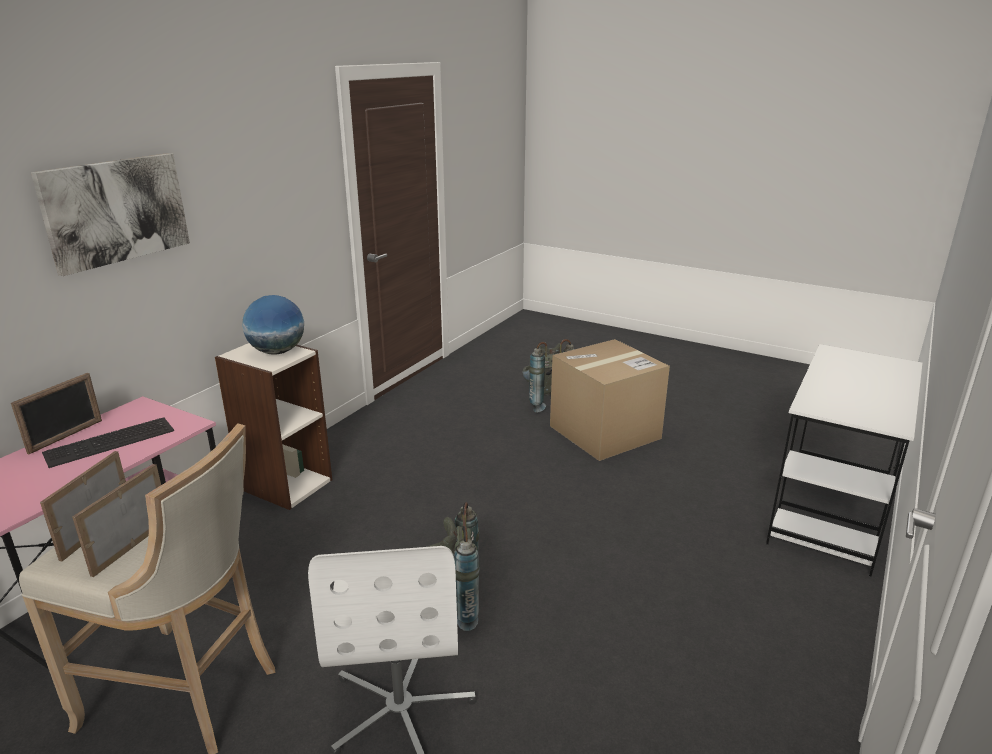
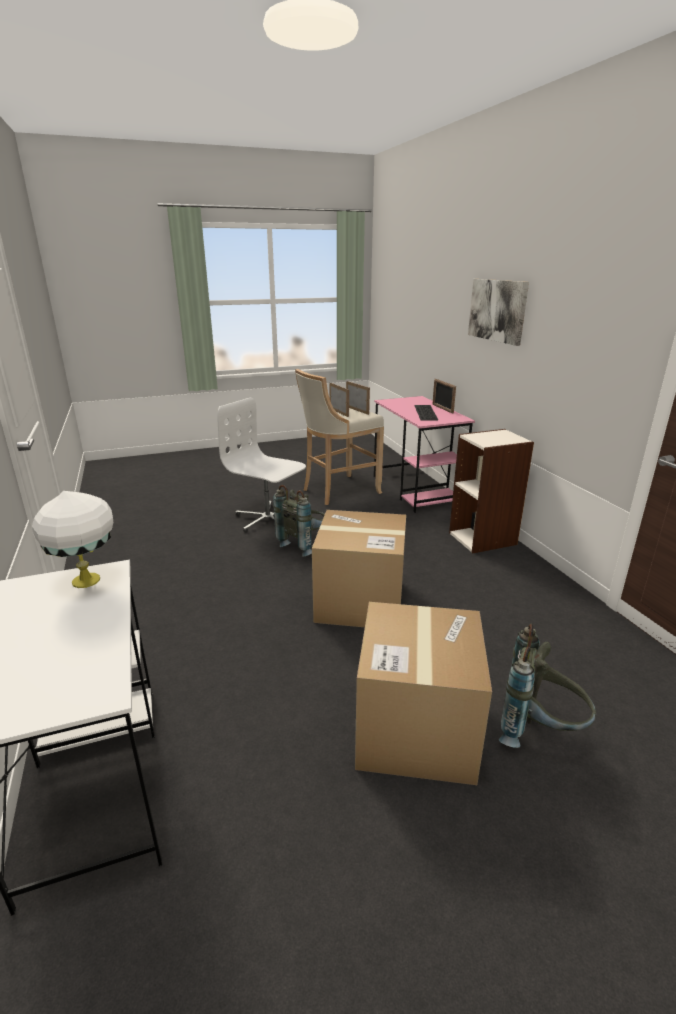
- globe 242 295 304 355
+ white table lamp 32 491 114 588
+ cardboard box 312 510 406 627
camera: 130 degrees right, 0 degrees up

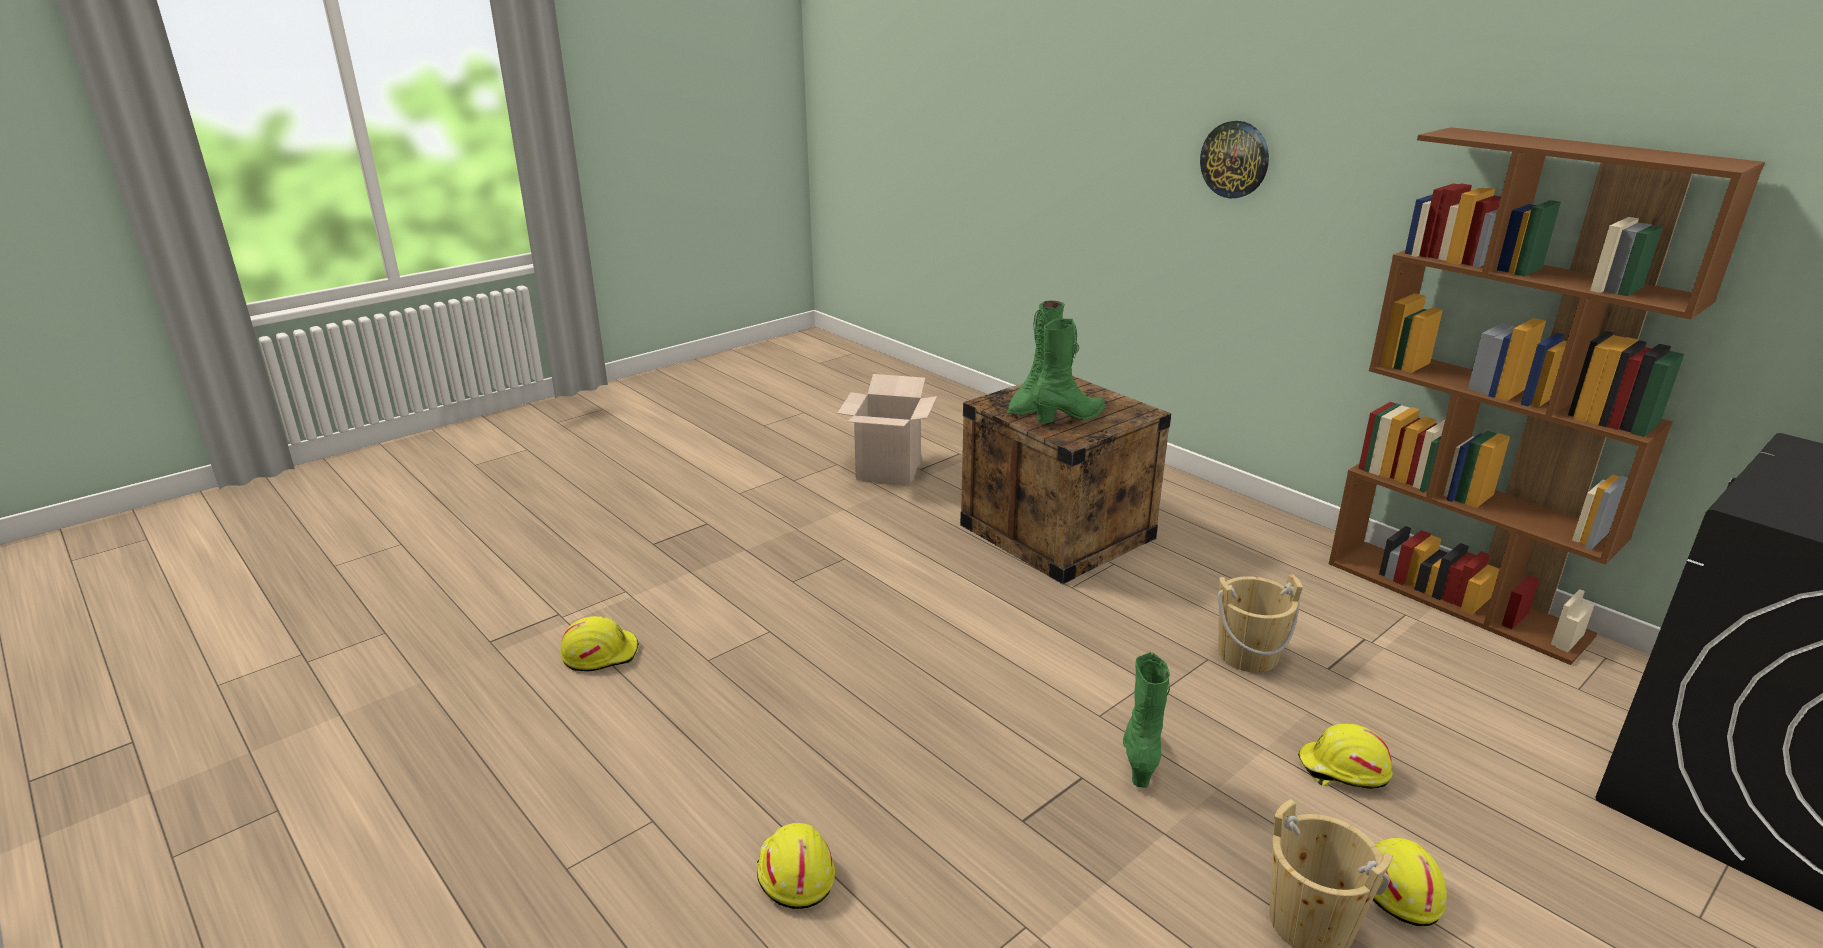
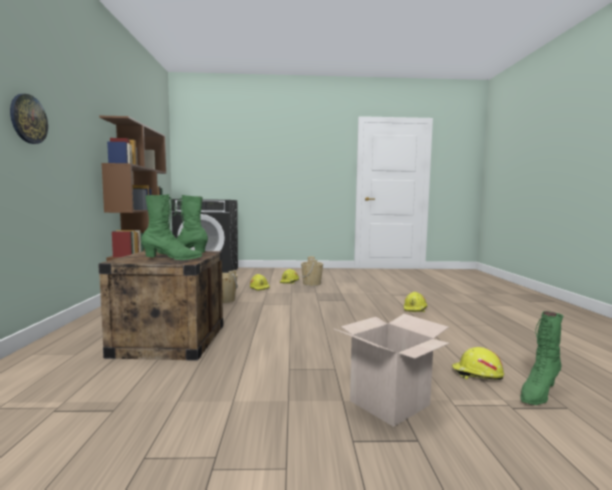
~ cardboard box 837 374 937 485 to 333 314 449 427
~ greenish high-top boot 1123 651 1170 788 to 520 311 563 405
camera: 140 degrees left, 20 degrees down

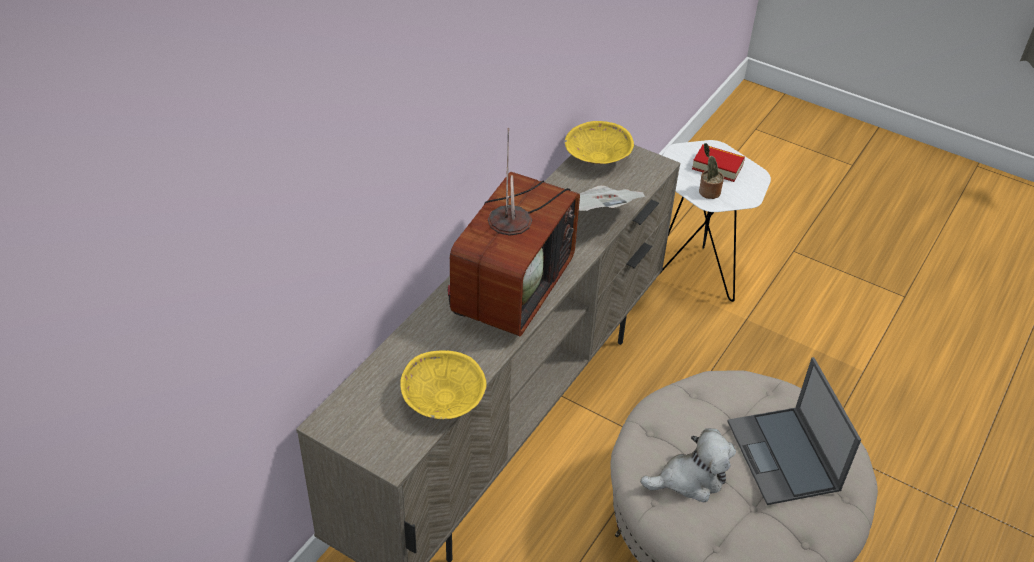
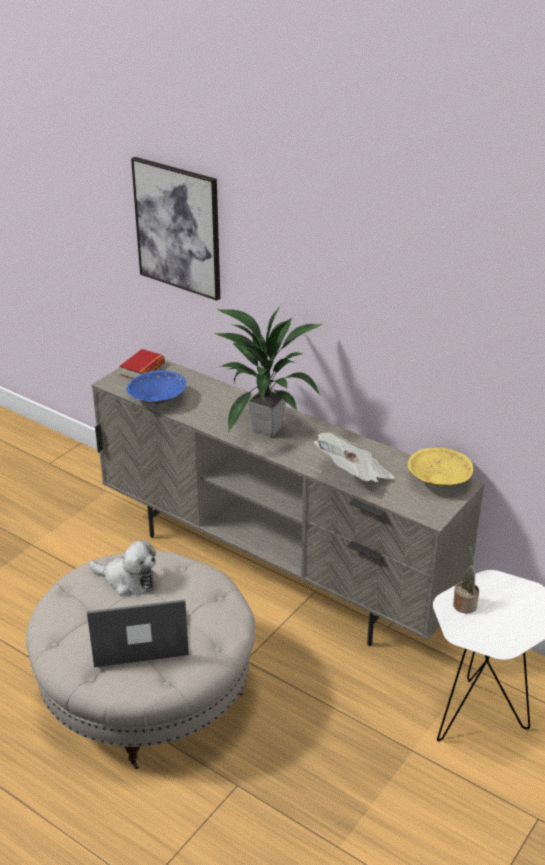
~ yellow bowl 400 351 487 419 to blue-coloured bowl 127 370 186 404
~ TV set 448 128 580 336 to potted plant 214 306 322 437
~ plush toy 640 428 736 502 = 89 540 157 596 60 degrees counterclockwise
~ book 692 144 745 182 to 119 349 165 379
+ picture 131 157 220 301
camera: 95 degrees right, 10 degrees down

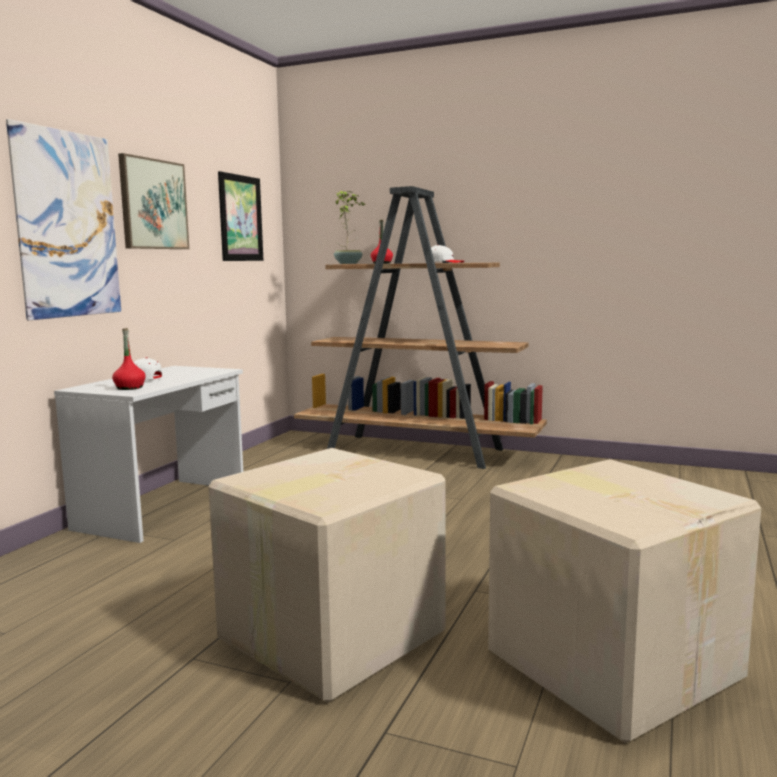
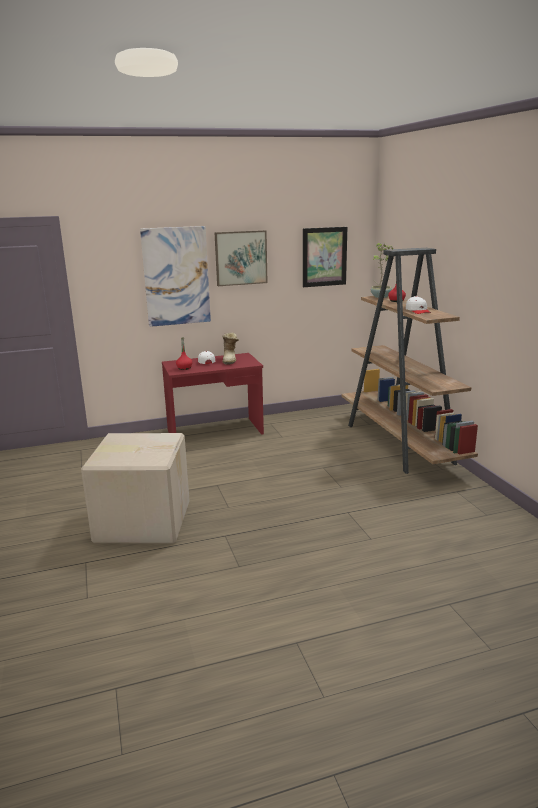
~ white desk table 54 366 243 543 to red-coloured desk table 162 353 264 435
- cardboard box 488 459 761 743
+ high-top boot 222 333 239 365
camera: 50 degrees right, 10 degrees up

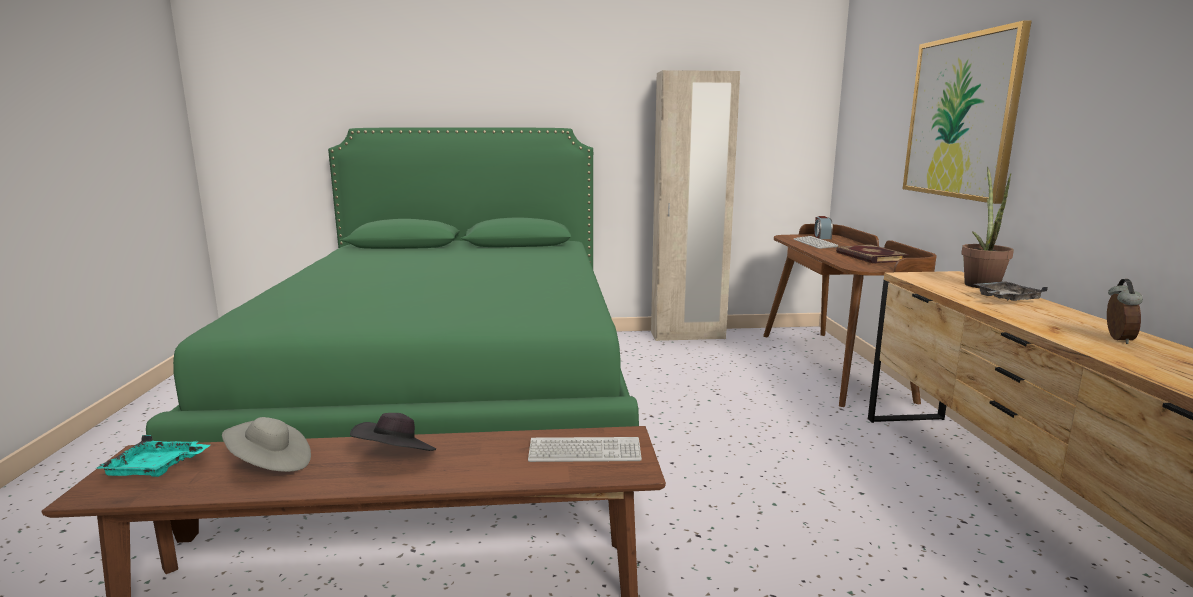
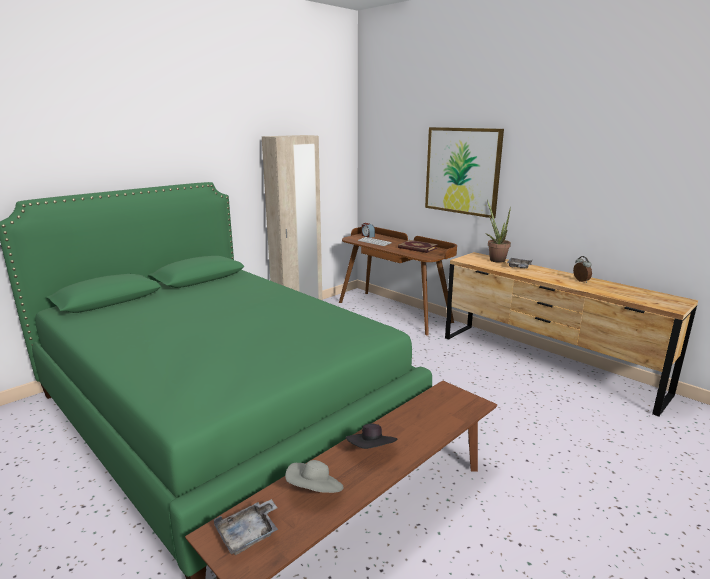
~ turquoise carrying tray 95 435 210 477 to grey carrying tray 214 499 278 555
- PC keyboard 528 437 642 462
camera: 40 degrees left, 5 degrees up

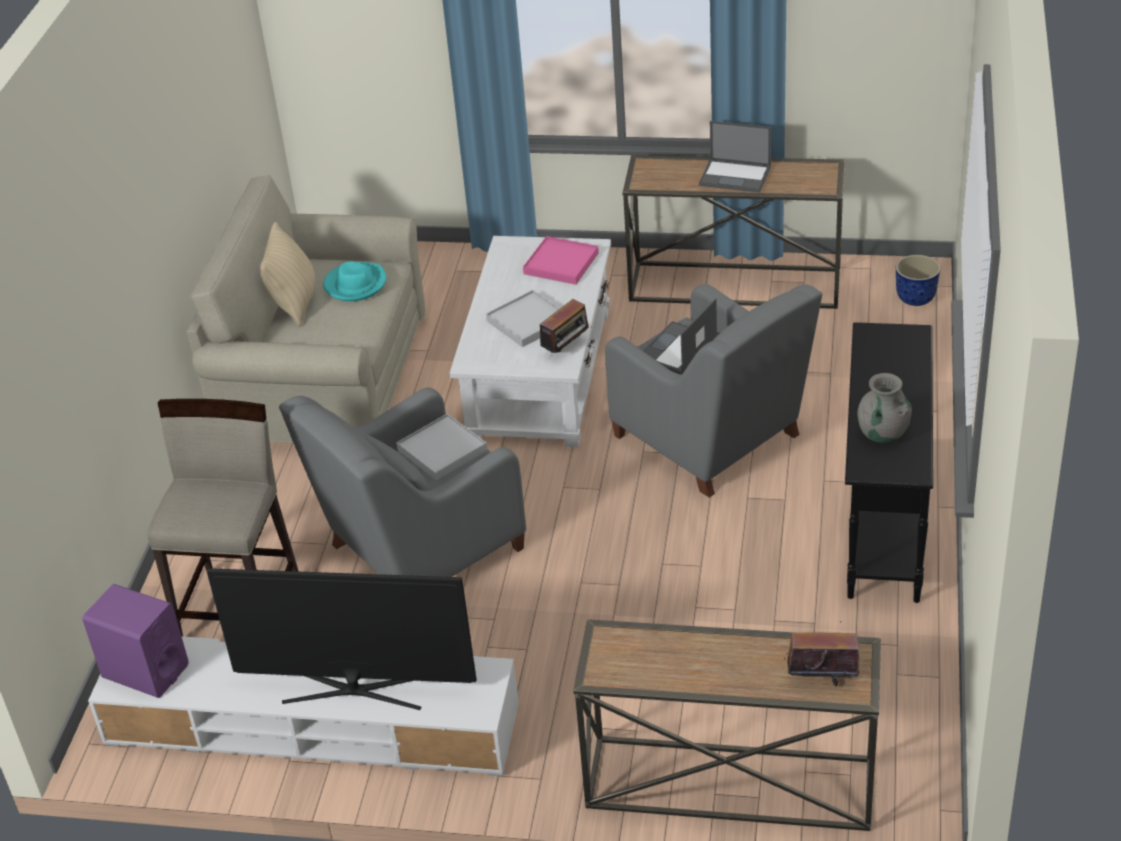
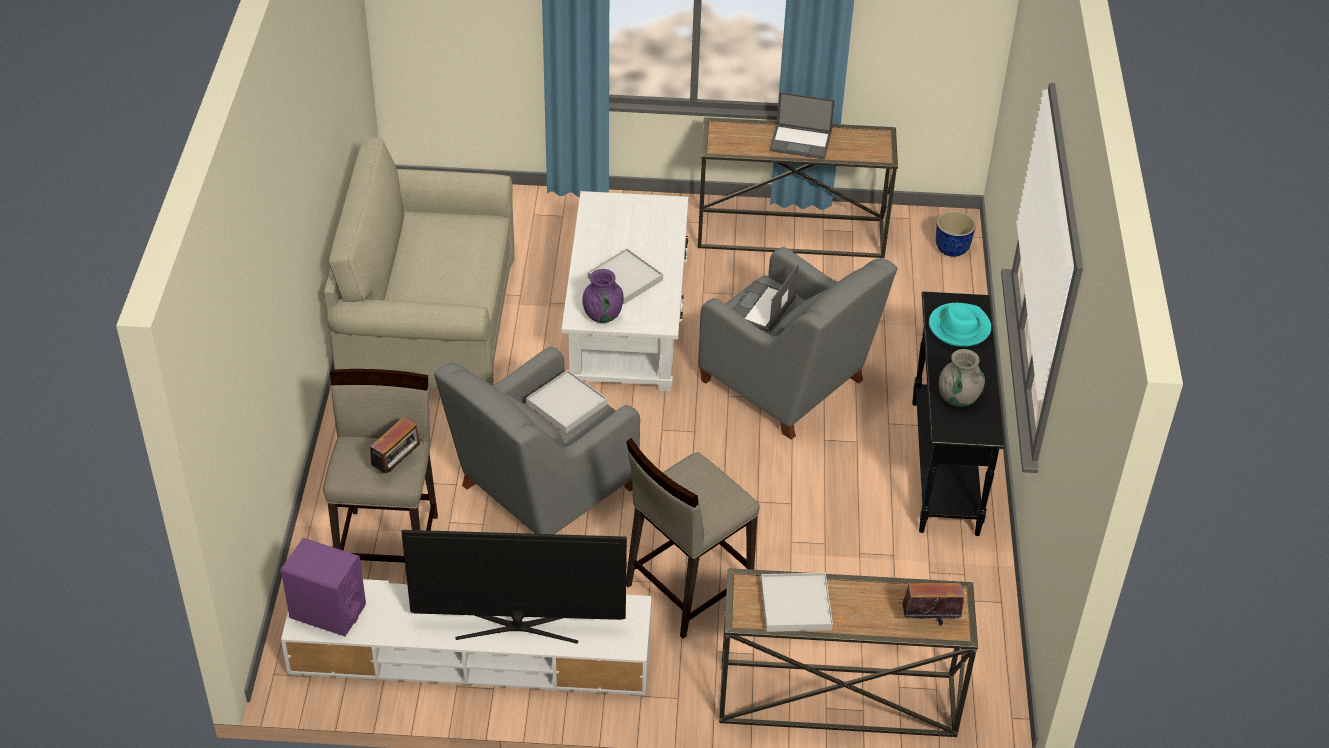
- beige throw pillow 260 222 316 327
~ turquoise hat 323 261 386 302 to 929 303 991 347
- pink carrying tray 523 236 599 285
~ radio receiver 540 299 592 357 to 370 416 421 475
+ purple decorative vase 582 269 624 323
+ beige stool seat 626 438 760 638
+ white carrying tray 761 573 833 632
camera: 10 degrees left, 5 degrees up

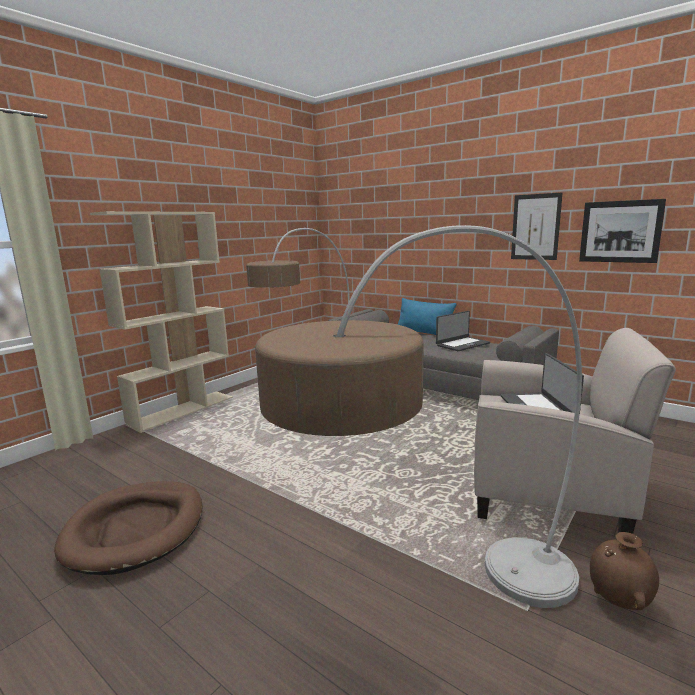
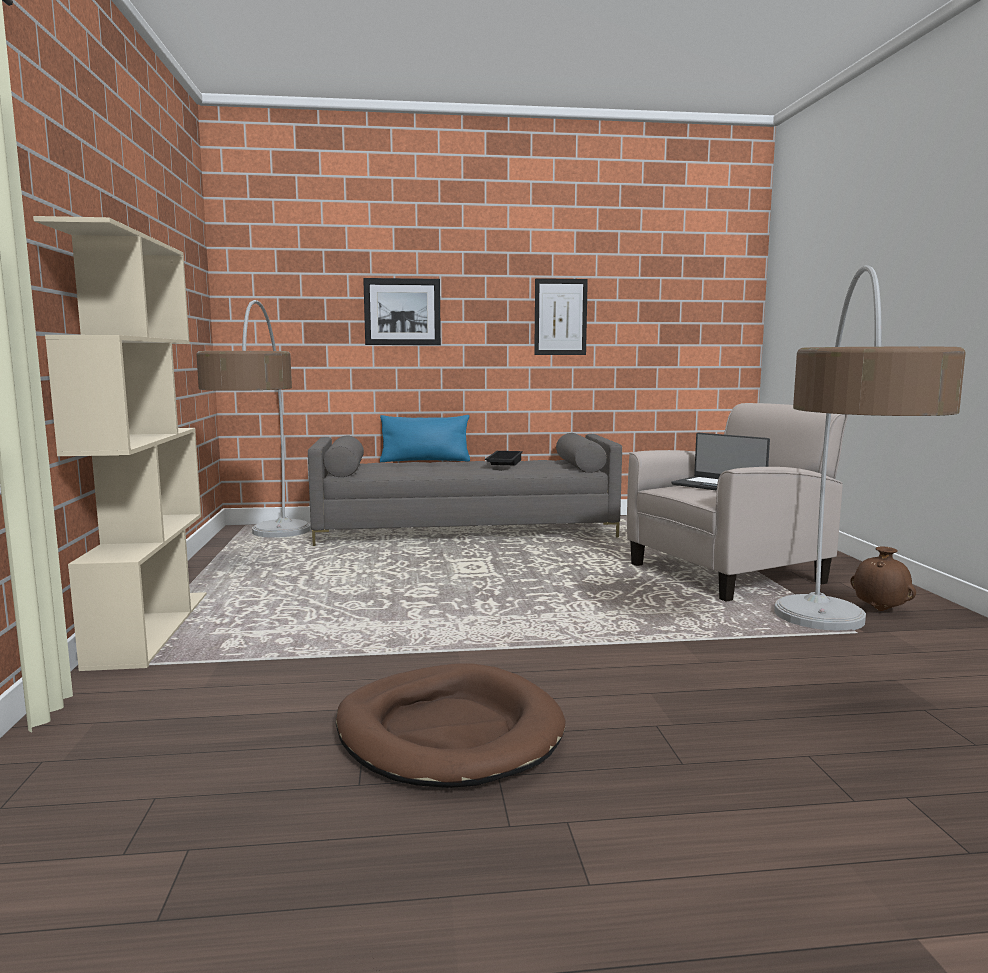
~ notebook computer 436 311 490 351 to black-coloured carrying tray 485 451 523 465
~ picture 579 199 666 263 to 363 278 441 345
camera: 45 degrees left, 5 degrees down

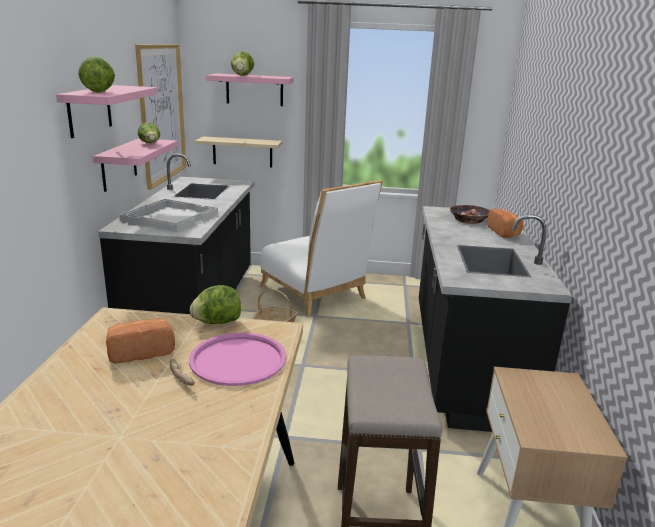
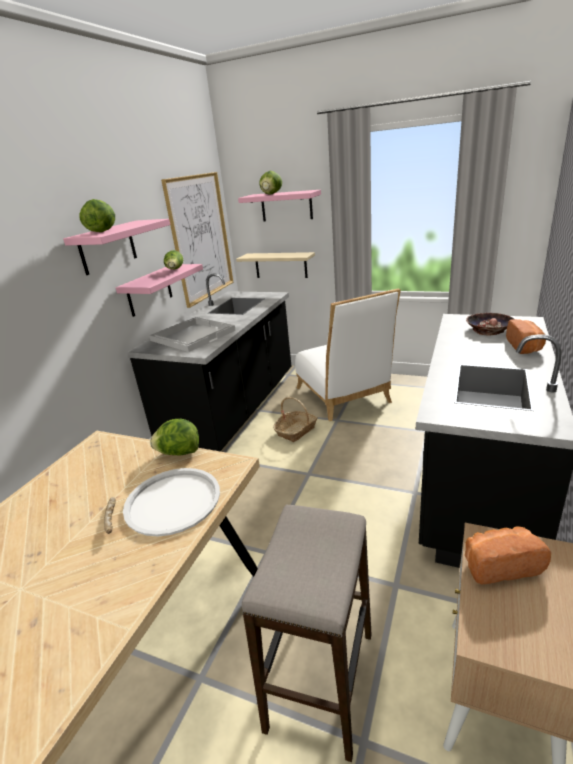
~ bread 106 318 175 364 to 465 526 551 585
~ pink carrying tray 189 333 286 386 to white carrying tray 123 468 220 536
camera: 20 degrees right, 5 degrees up

